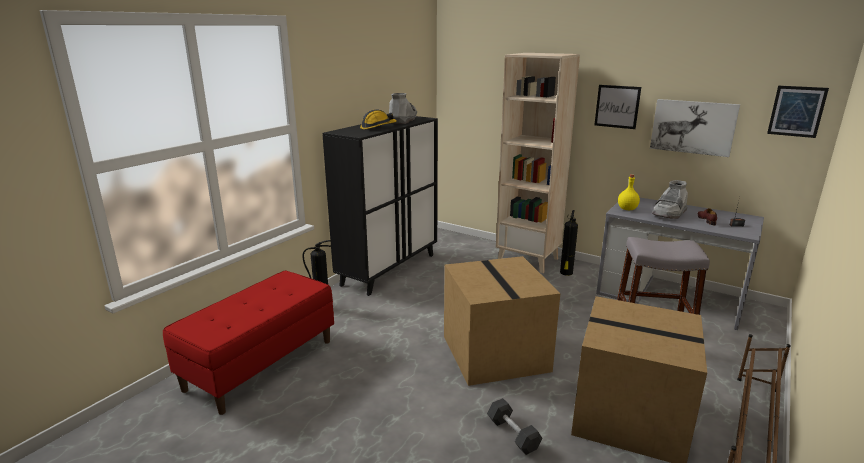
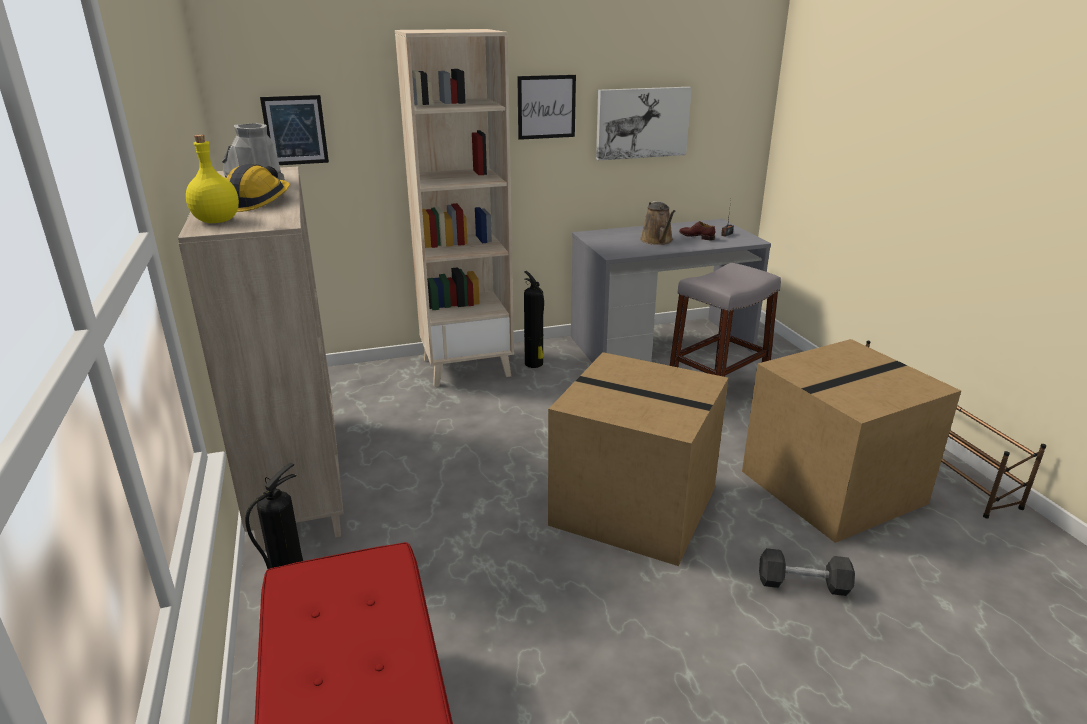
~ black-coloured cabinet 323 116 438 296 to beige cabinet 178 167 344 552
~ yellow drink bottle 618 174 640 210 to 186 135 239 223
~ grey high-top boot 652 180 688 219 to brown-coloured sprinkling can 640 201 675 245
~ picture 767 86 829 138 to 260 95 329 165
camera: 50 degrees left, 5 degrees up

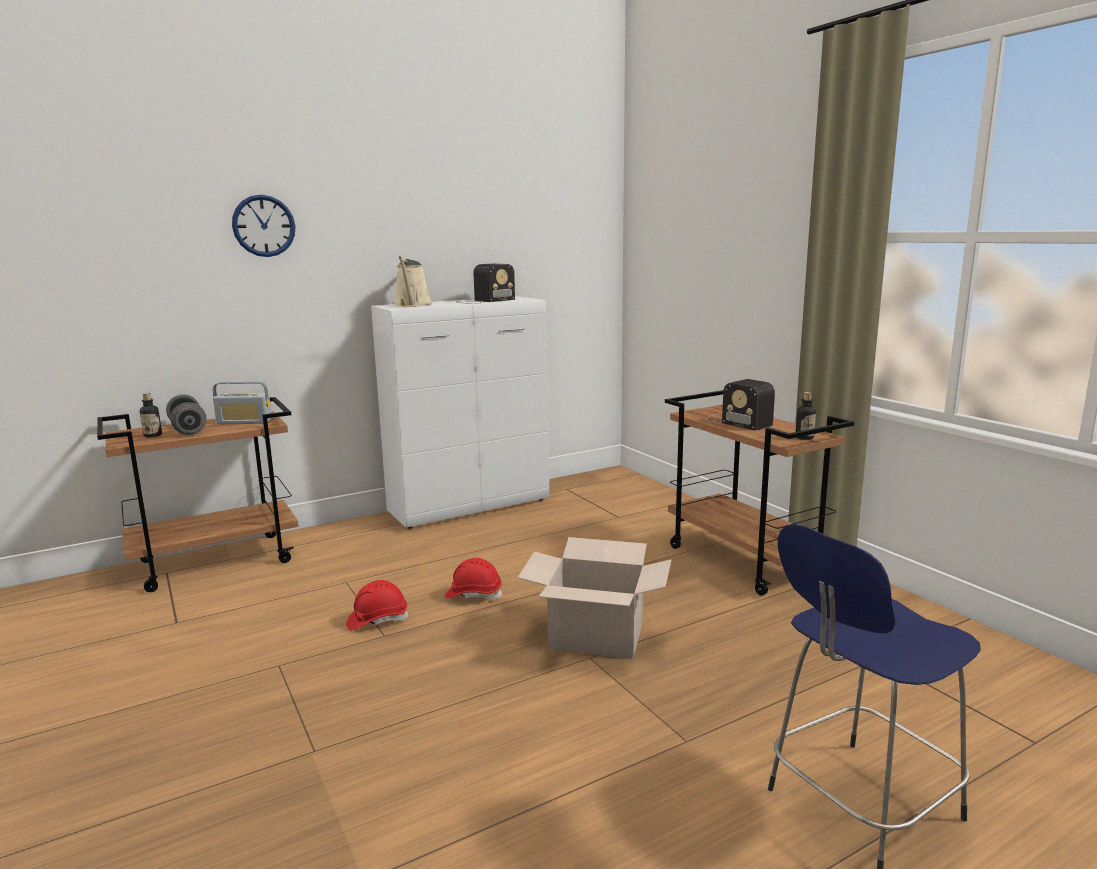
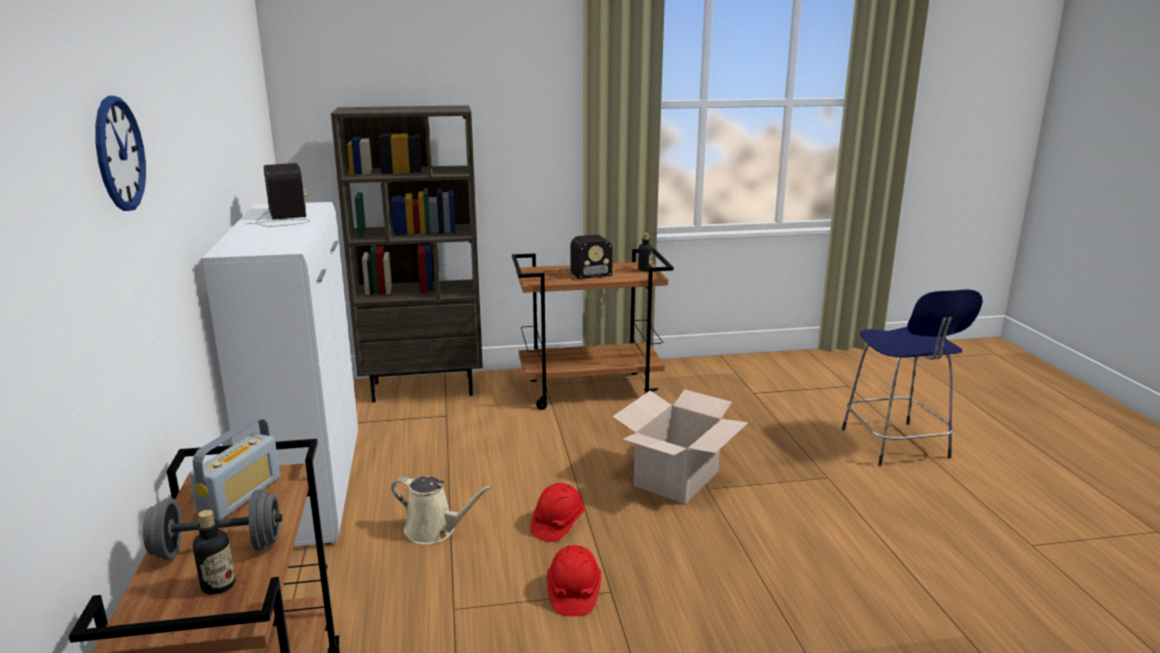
~ beige sprinkling can 394 256 432 307 to 391 476 493 544
+ brown-coloured shelving unit 331 105 483 403
camera: 70 degrees left, 5 degrees up

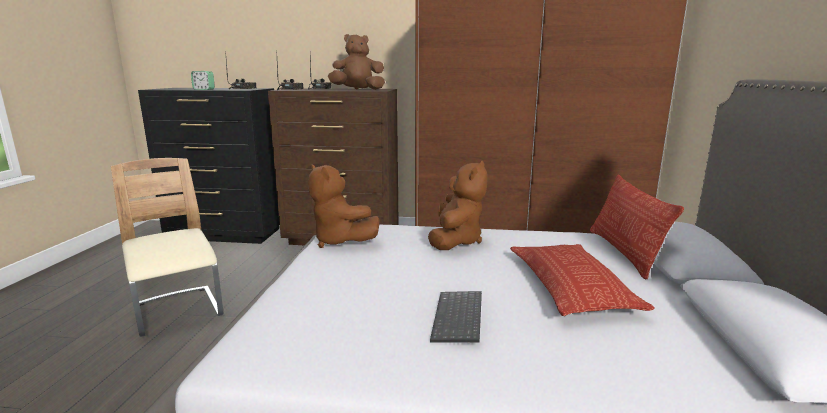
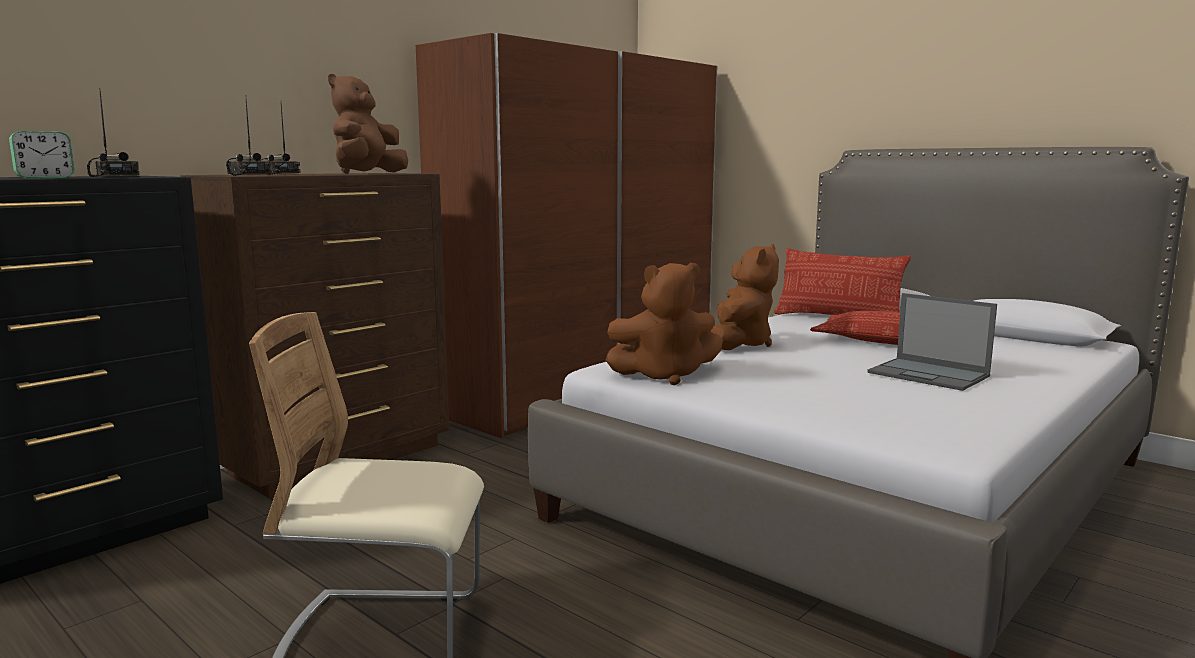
~ brown-coloured plush toy 428 160 488 250 = 711 244 779 350 60 degrees clockwise
~ PC keyboard 430 291 482 343 to notebook computer 867 293 997 391
camera: 55 degrees left, 5 degrees down

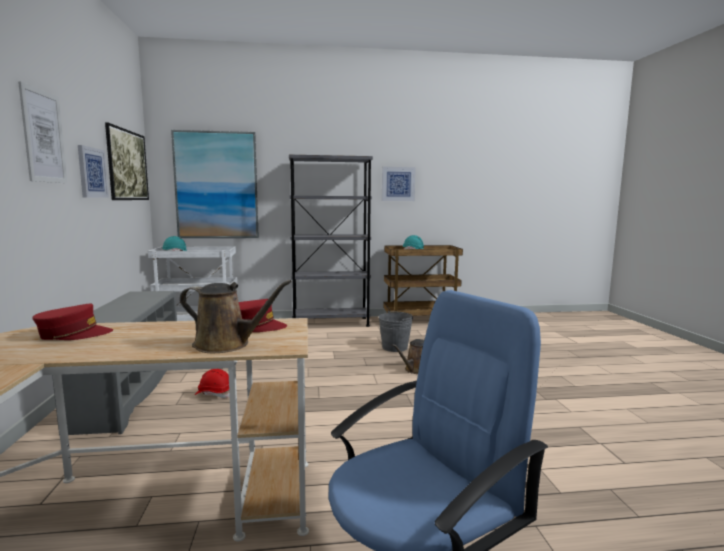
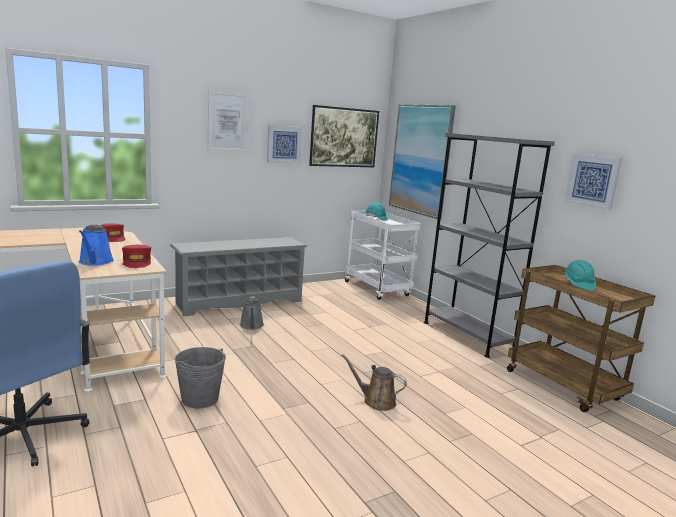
~ brown-coloured sprinkling can 180 280 292 353 to blue-coloured sprinkling can 79 224 114 266
~ red-coloured hard hat 194 369 230 398 to grey sprinkling can 240 296 264 330
~ grey bucket 378 311 413 352 to 175 347 226 408
camera: 65 degrees right, 5 degrees up

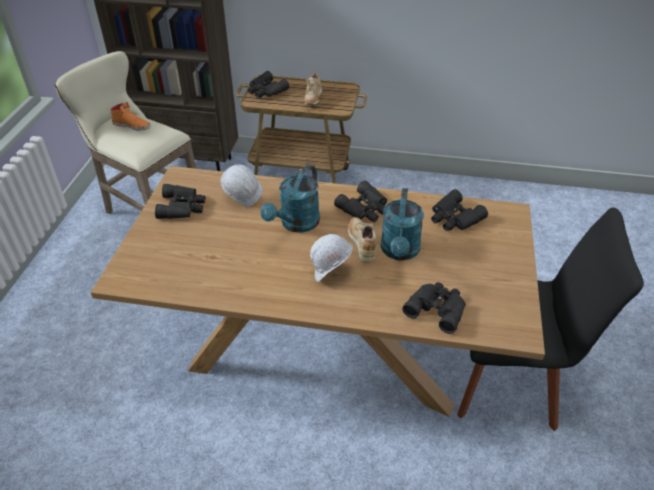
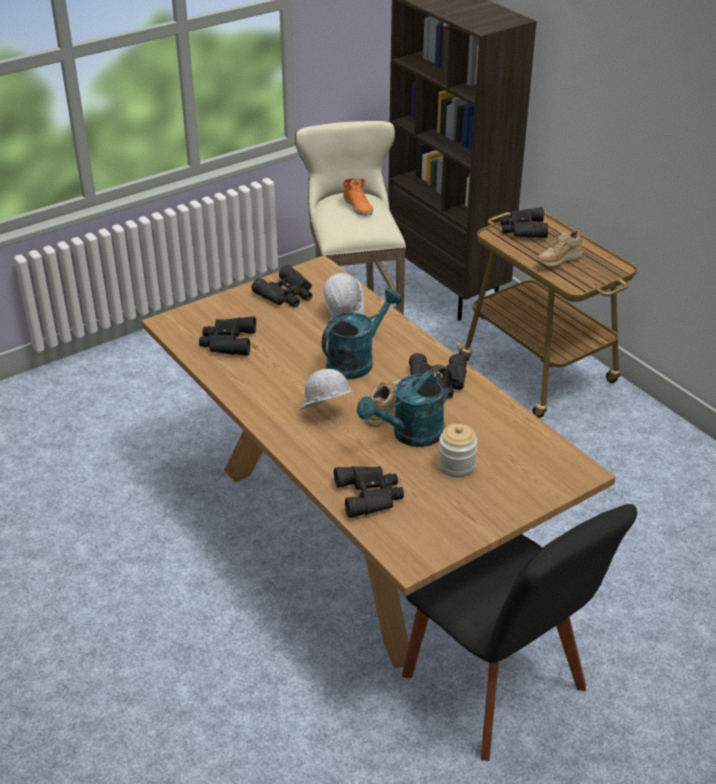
~ turquoise sprinkling can 260 165 320 233 = 322 288 402 379 150 degrees clockwise
~ black-coloured field glasses 431 189 488 231 to 199 316 256 356
+ jar 438 424 478 477
camera: 45 degrees right, 5 degrees down

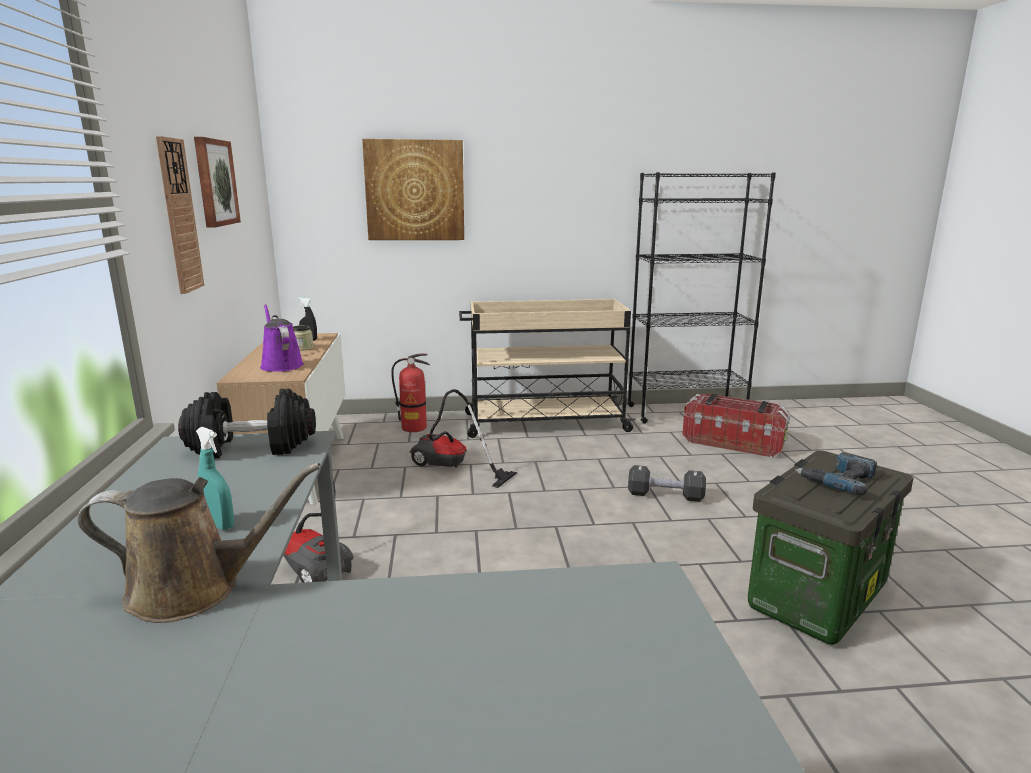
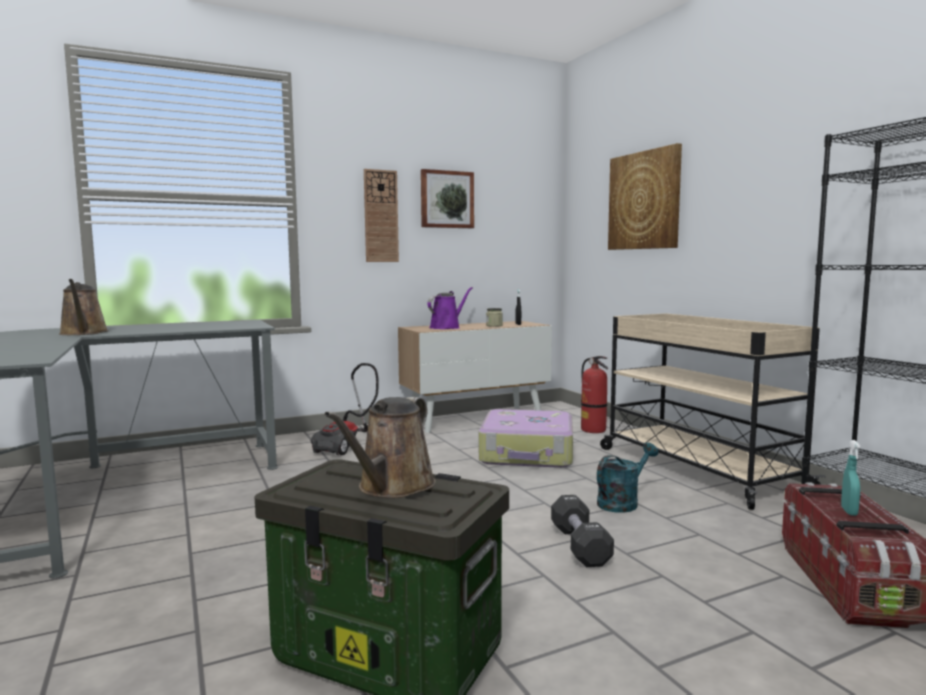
- black-coloured hand weight 178 389 316 458
~ turquoise hand sprayer 196 427 234 529 to 841 440 860 516
~ vacuum cleaner 410 389 517 488 to suitcase 479 409 573 468
~ electric drill 795 452 877 495 to brown-coloured sprinkling can 324 397 436 498
+ turquoise sprinkling can 597 442 658 513
camera: 70 degrees right, 10 degrees down

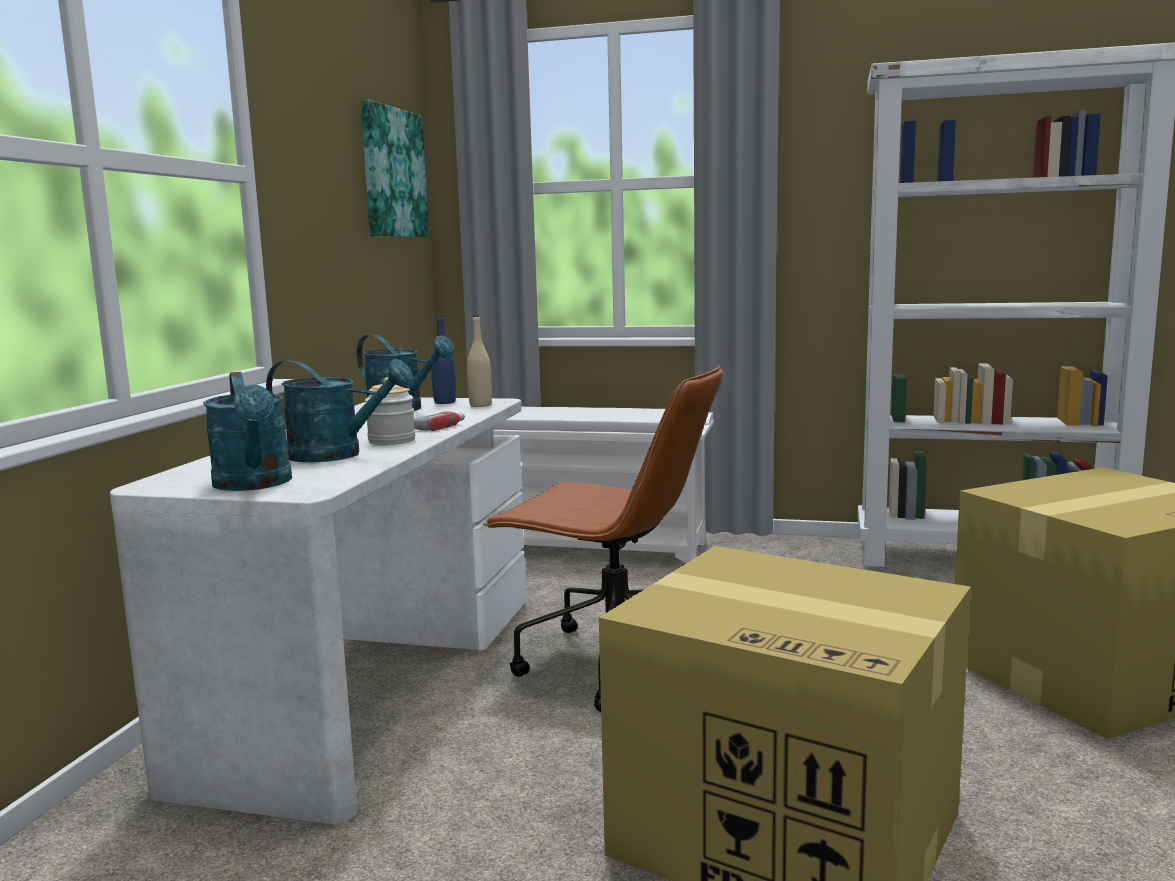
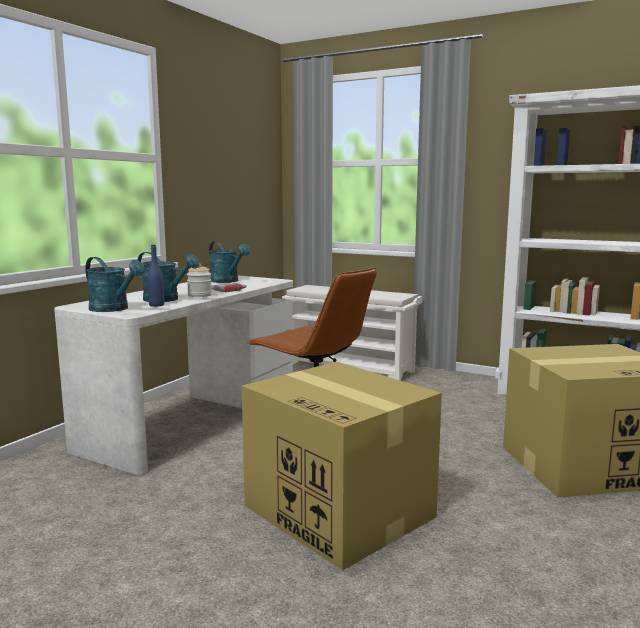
~ turquoise sprinkling can 203 372 292 491 = 85 257 145 312 45 degrees counterclockwise
- picture 361 100 429 237
~ blue-coloured drink bottle 431 314 456 404 to 147 245 164 307
- beige drink bottle 467 315 492 407
camera: 15 degrees right, 0 degrees up

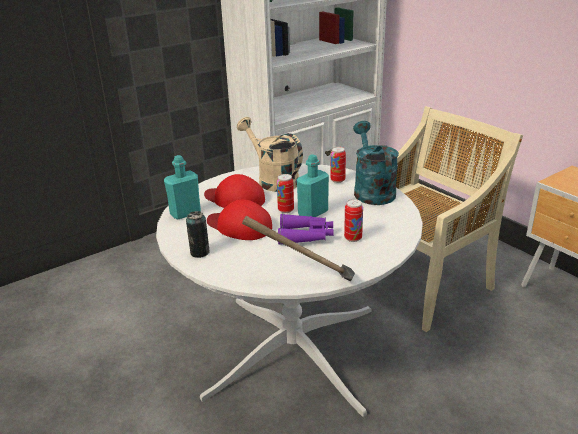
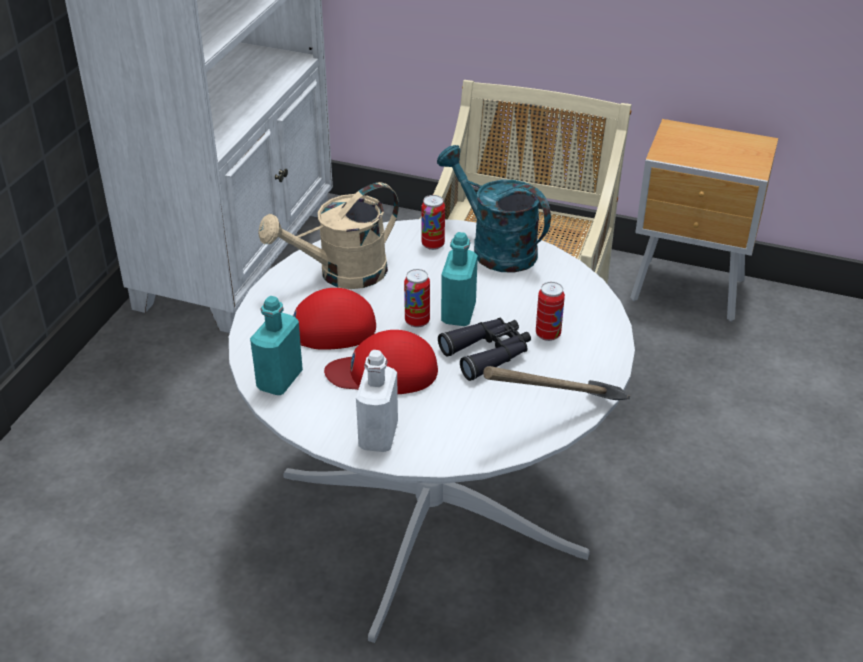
~ sealed can 186 211 210 258 to white drink bottle 356 350 398 452
~ beige sprinkling can 237 117 303 192 = 258 182 399 289 45 degrees counterclockwise
~ purple field glasses 278 214 333 245 to black-coloured field glasses 438 318 531 381
camera: 35 degrees left, 10 degrees up

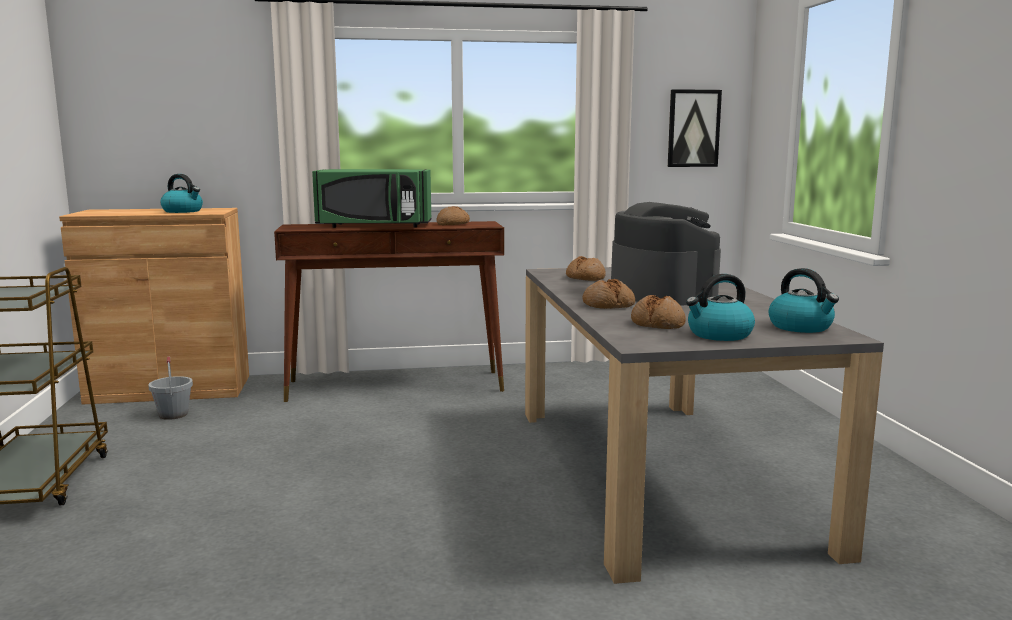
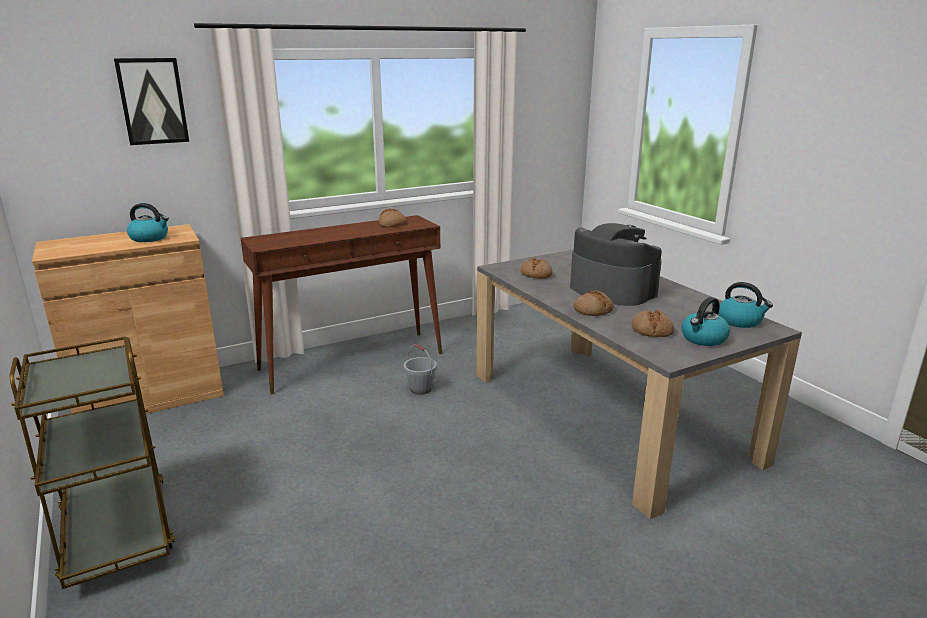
~ grey bucket 148 356 193 420 to 404 344 437 395
- greenish microwave oven 312 169 431 228
~ picture 668 89 722 167 to 114 58 189 145
camera: 20 degrees left, 10 degrees up

